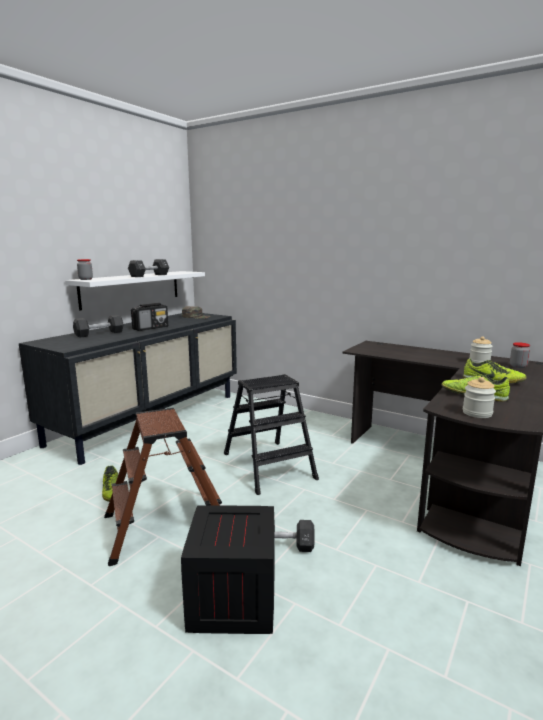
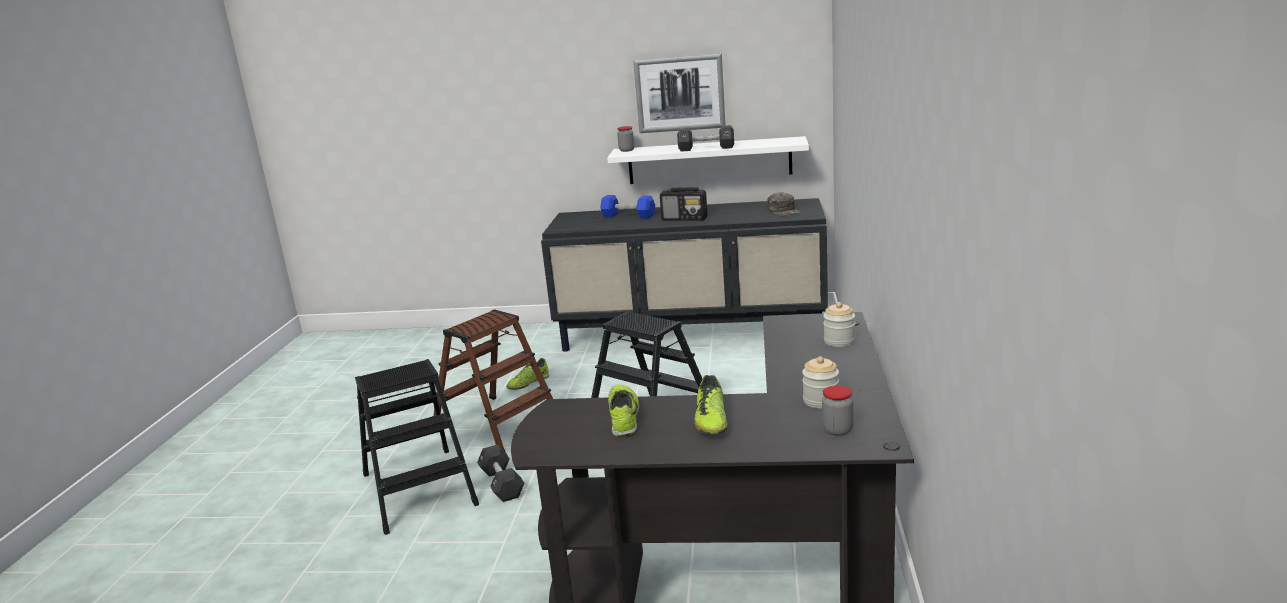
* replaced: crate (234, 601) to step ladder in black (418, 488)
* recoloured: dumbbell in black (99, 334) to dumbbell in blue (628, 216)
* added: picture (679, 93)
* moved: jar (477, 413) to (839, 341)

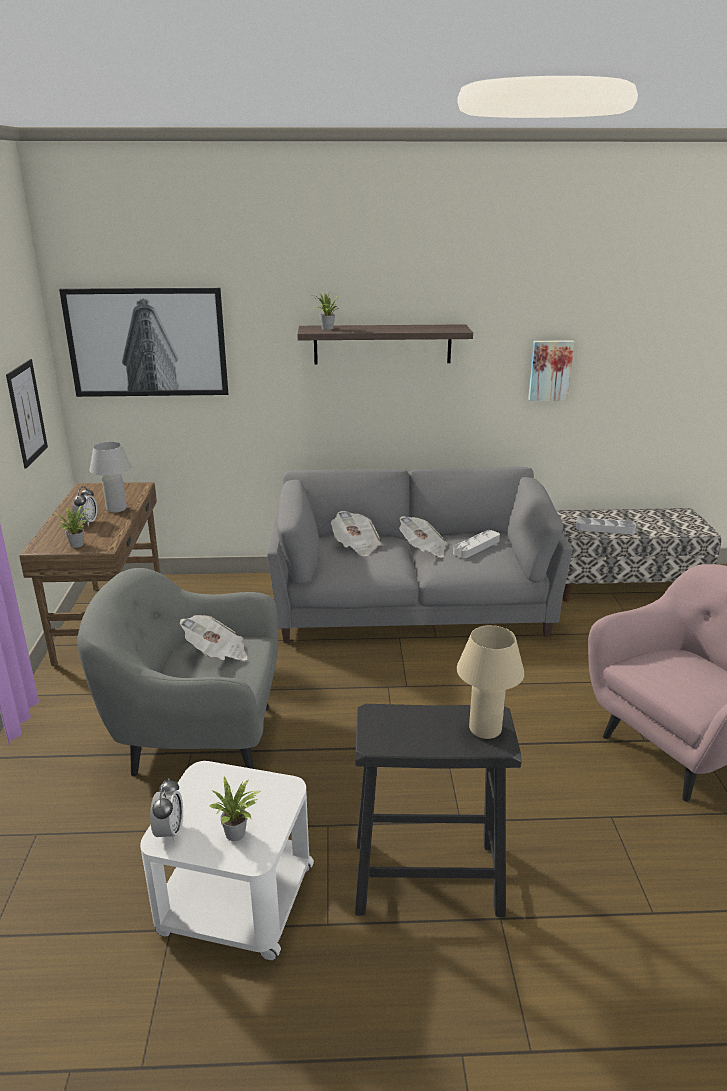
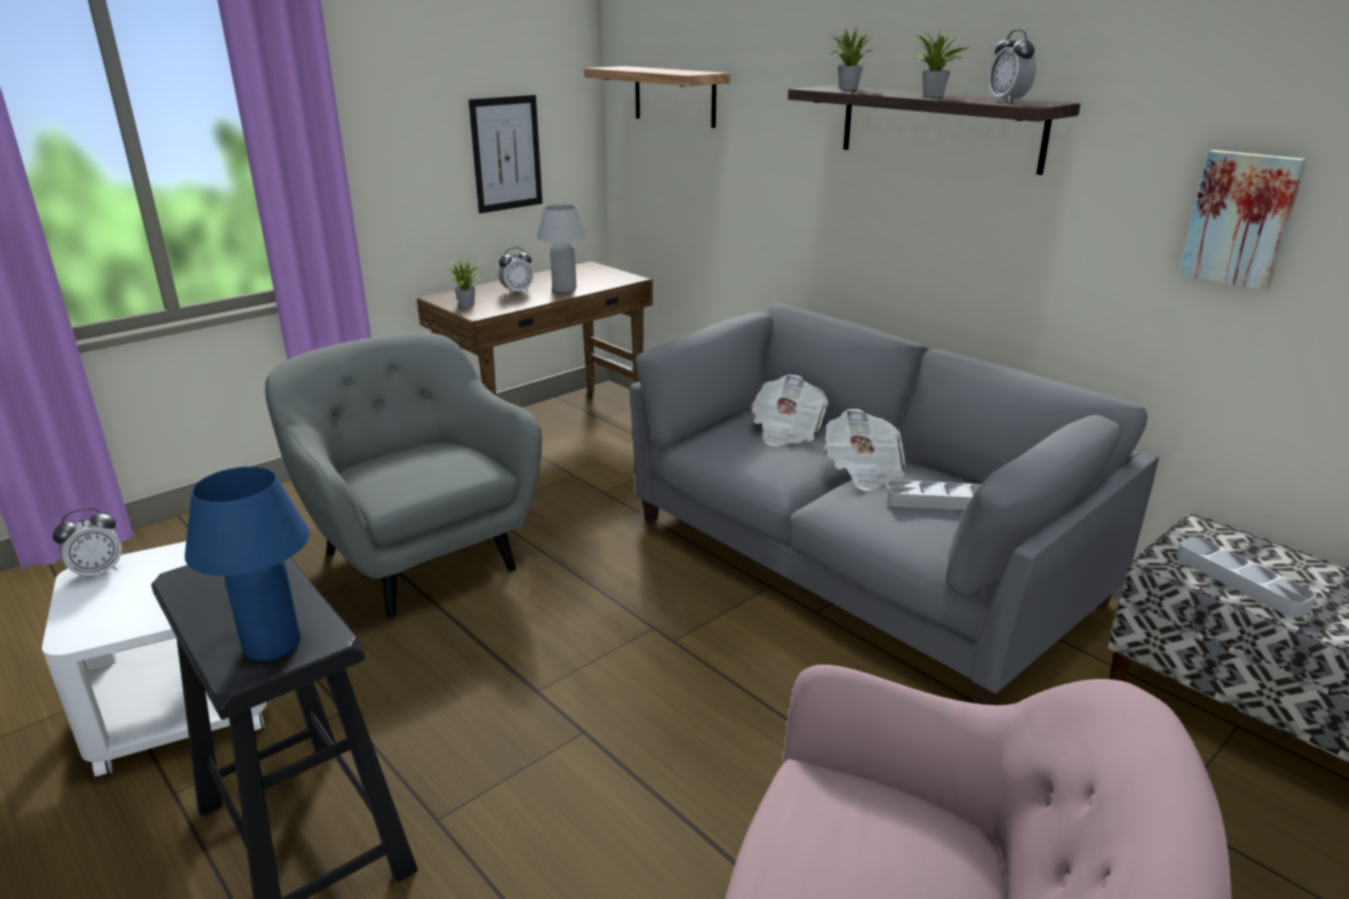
* recoloured: table lamp in beige (485, 729) to table lamp in blue (272, 645)
* replaced: picture (147, 342) to shelf (674, 96)
* moved: potted plant (238, 834) to (935, 96)
* added: alarm clock (1007, 101)
* removed: newspaper (217, 653)

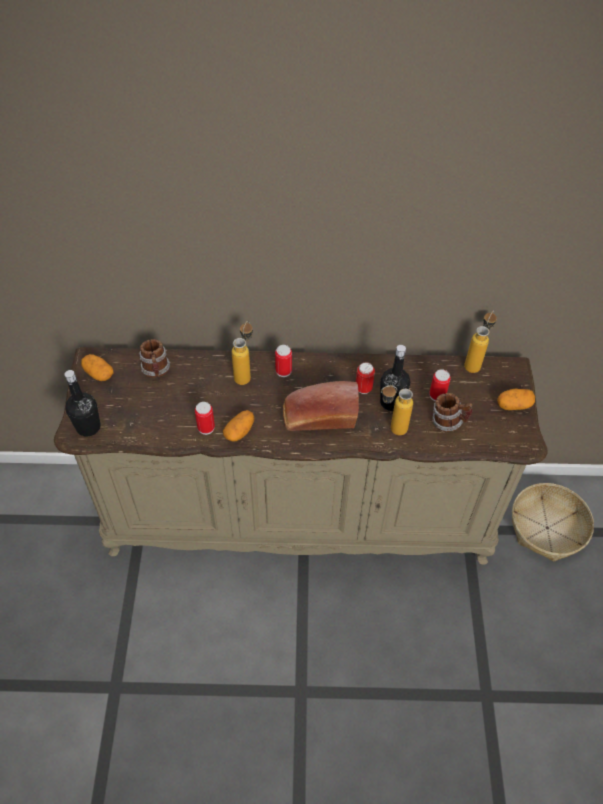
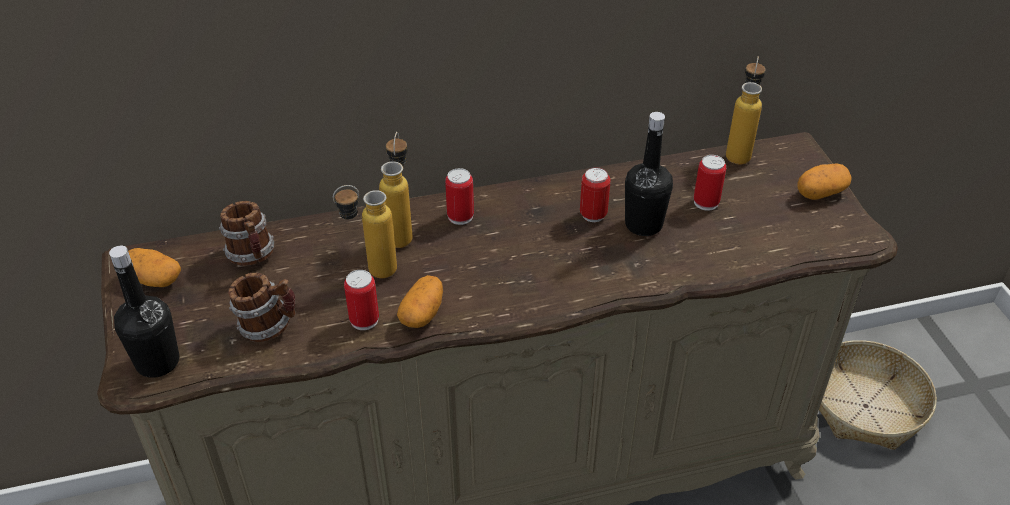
* moved: mug (448, 422) to (268, 327)
* moved: bottle (391, 429) to (371, 272)
* removed: bread (318, 417)

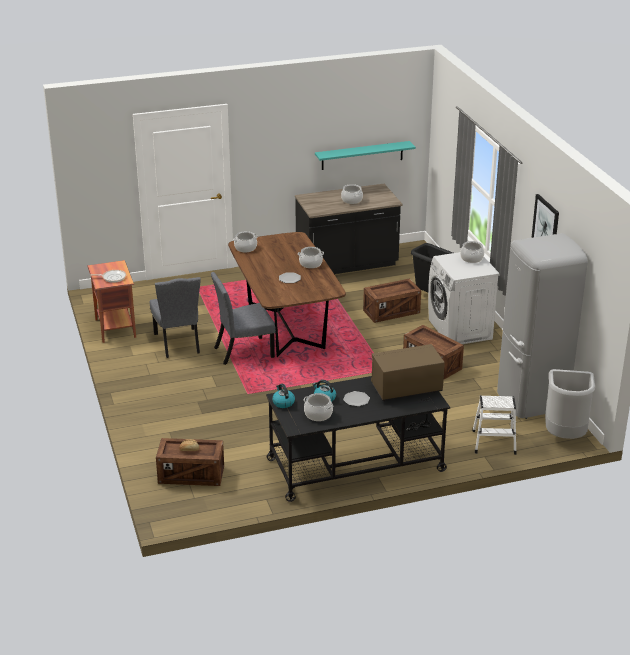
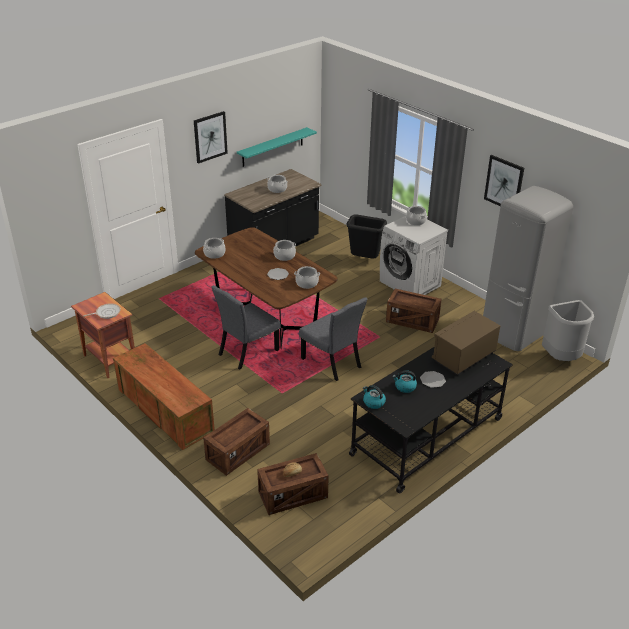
* added: bench in brown (163, 410)
* added: picture (210, 137)
* moved: crate (391, 312) to (238, 452)
* moved: cooking pot (318, 414) to (307, 283)
* moved: chair in grey (178, 342) to (331, 361)
* removed: step ladder in white (493, 441)

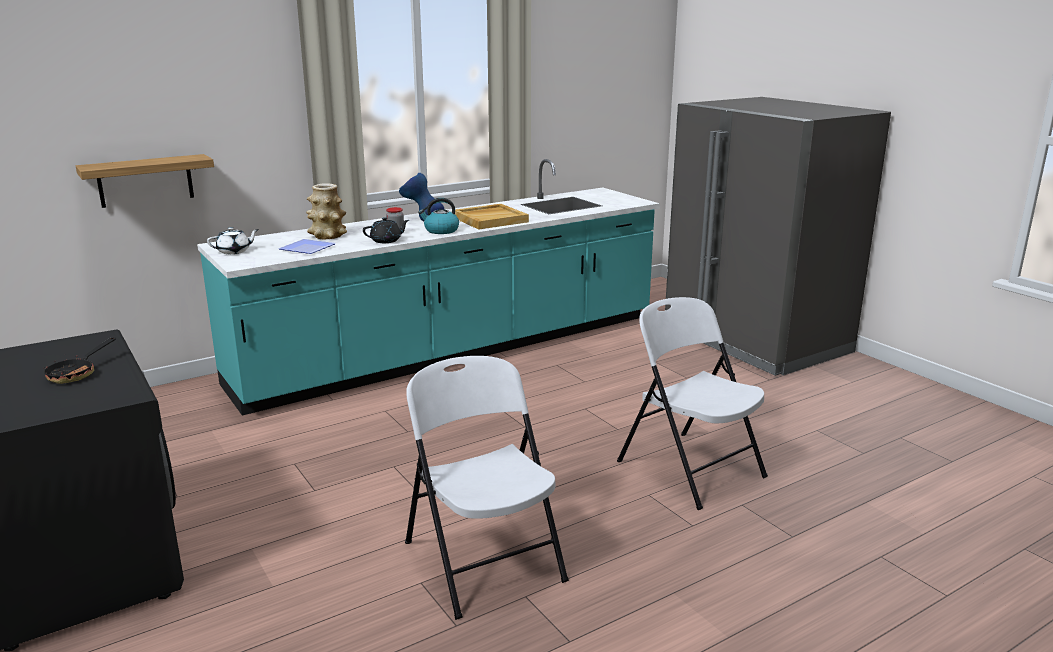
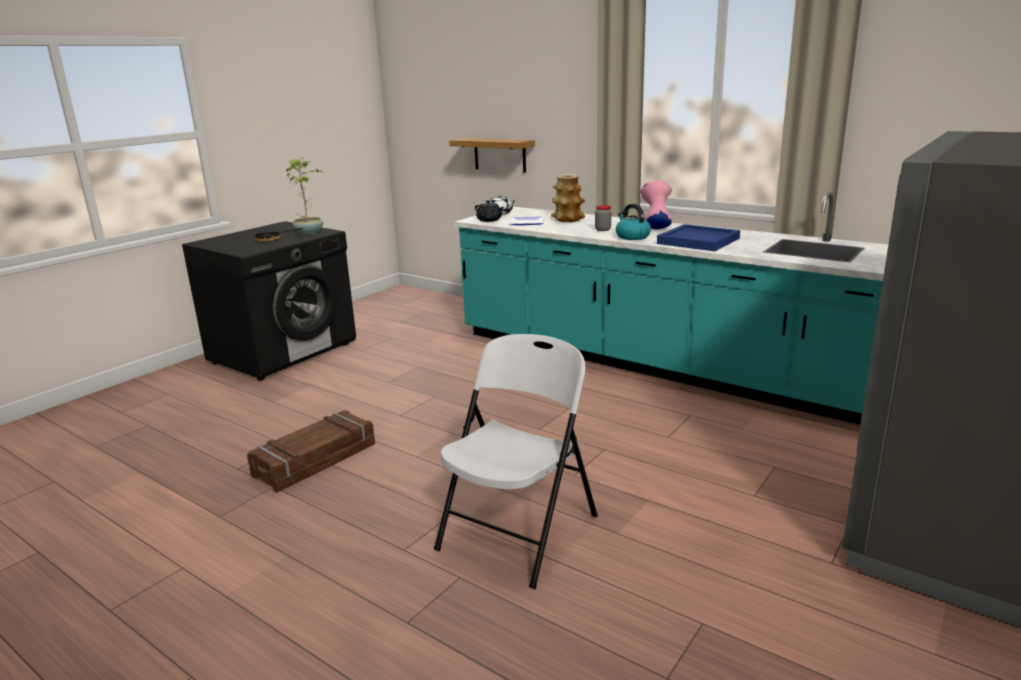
* replaced: chair in white (484, 561) to crate (316, 460)
* added: potted plant (309, 233)
* moved: teapot in black (386, 241) to (489, 220)
* recoloured: vase in blue (422, 220) to vase in pink (655, 228)
* recoloured: tray in beige (490, 219) to tray in blue (699, 241)

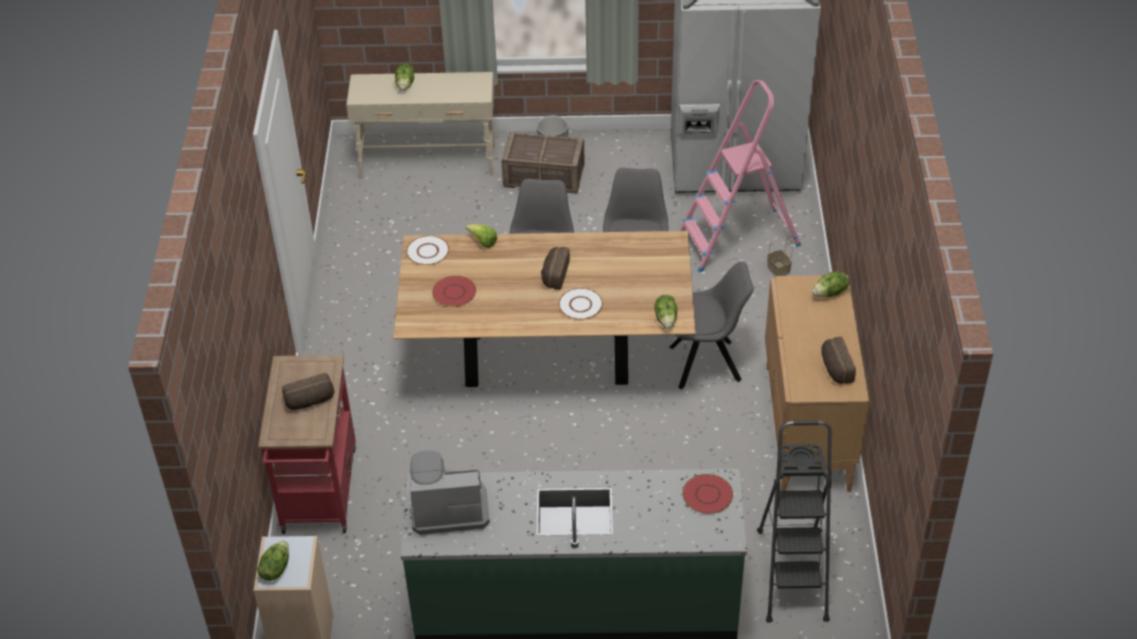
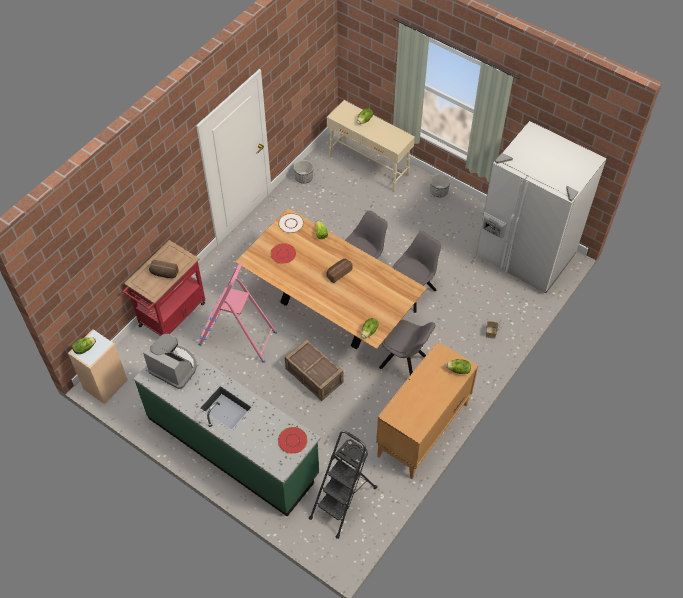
* moved: step ladder in pink (737, 240) to (237, 338)
* moved: crate (544, 176) to (314, 376)
* added: planter (304, 178)
* removed: plate in white (580, 304)
* removed: bread (835, 368)

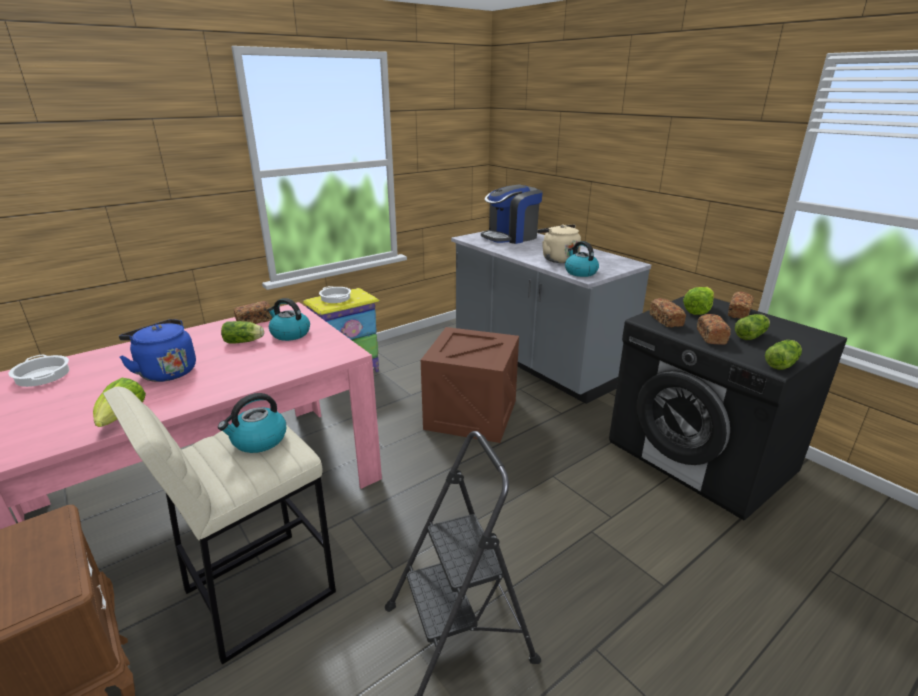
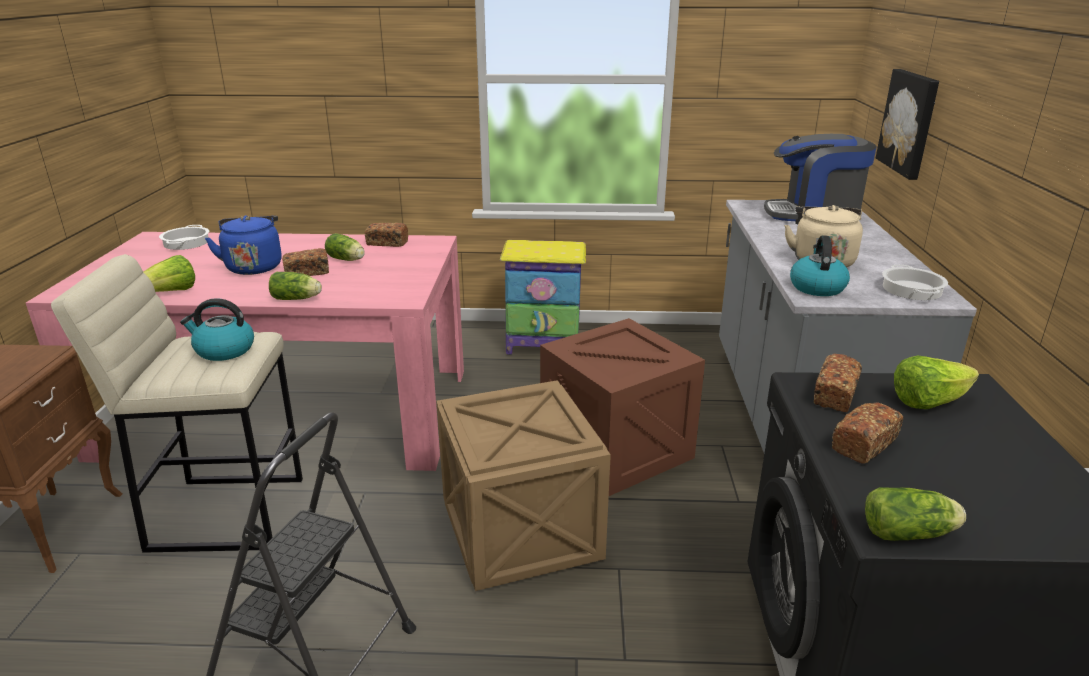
* moved: lettuce (751, 335) to (297, 299)
* moved: bread (739, 313) to (307, 273)
* added: crate (519, 528)
* added: picture (910, 122)
* moved: cooking pot (335, 298) to (911, 289)
* removed: kettle (290, 334)

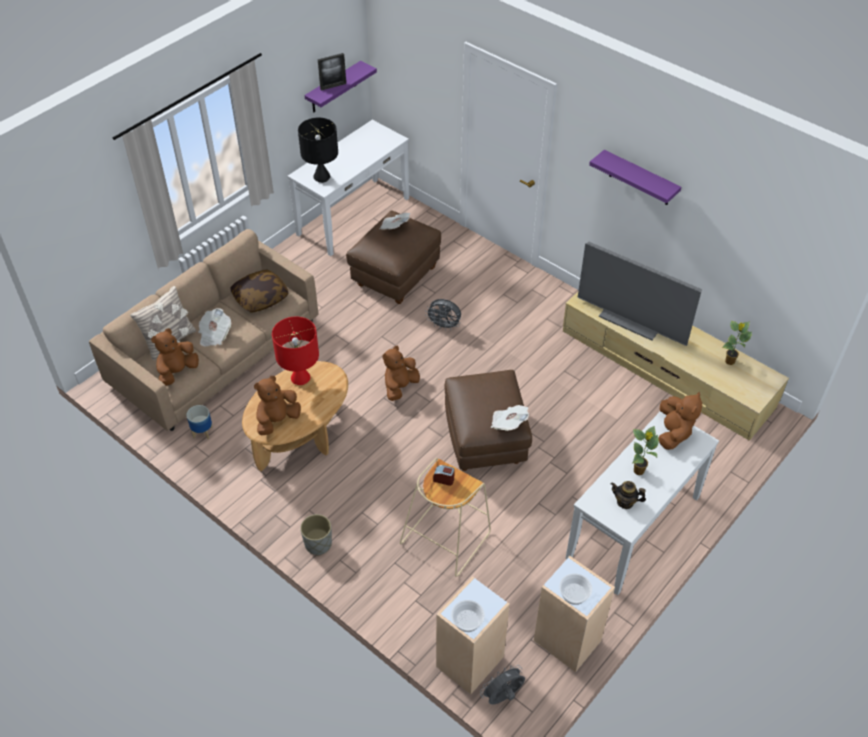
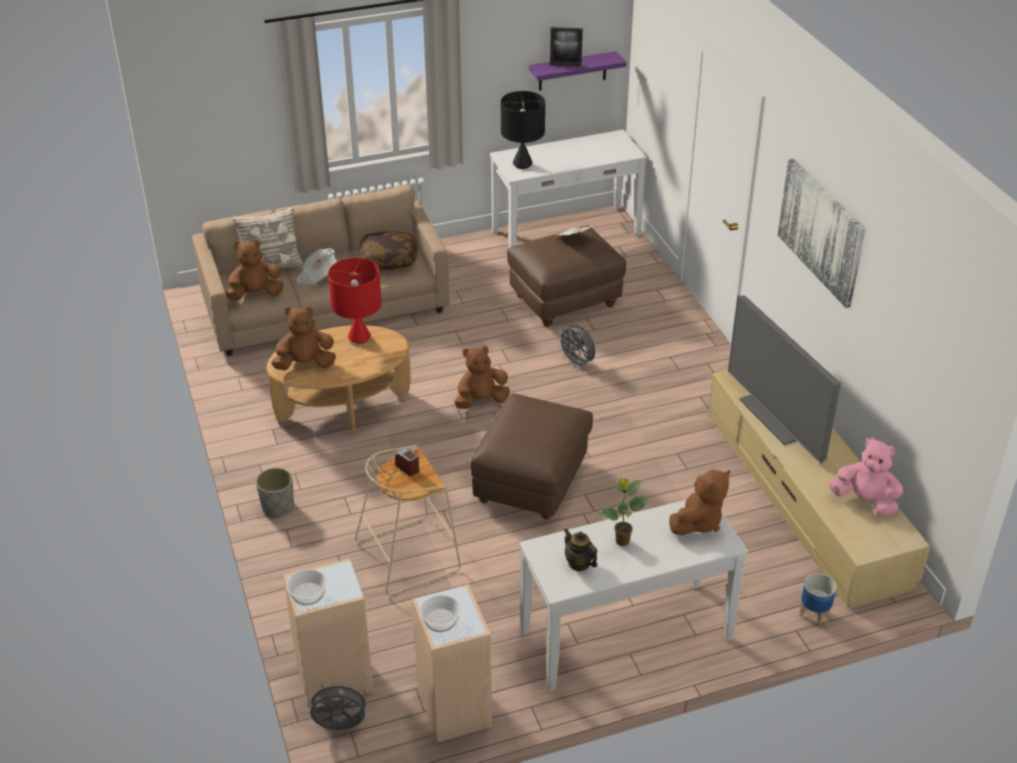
* replaced: shelf in purple (640, 179) to picture (821, 231)
* moved: planter (202, 432) to (814, 613)
* replaced: potted plant (729, 362) to plush toy in pink (865, 501)
* removed: newspaper (508, 423)

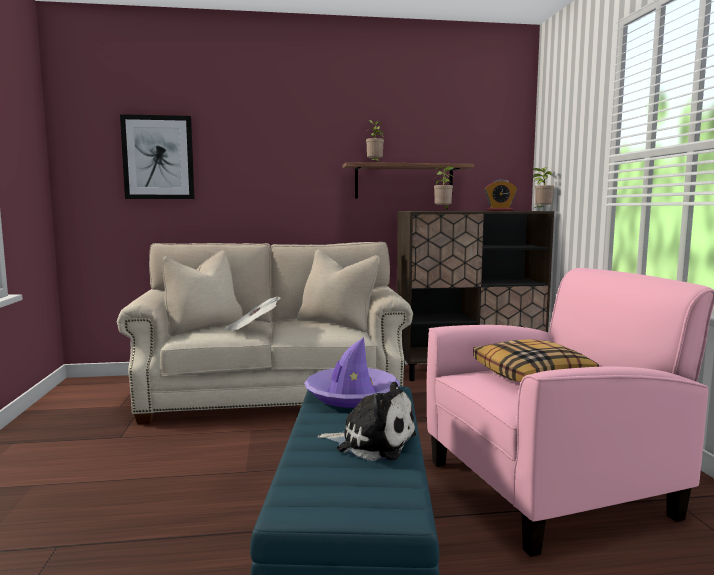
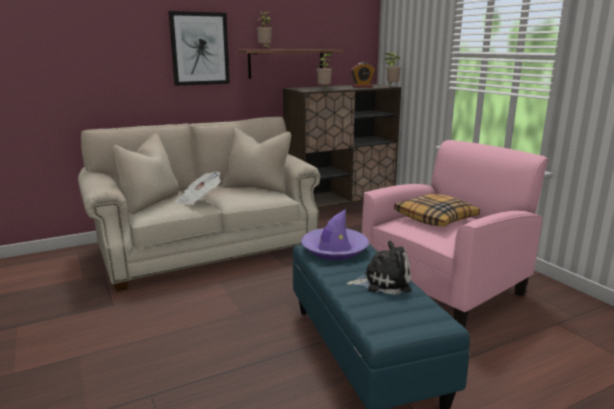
* moved: picture (158, 157) to (200, 49)

